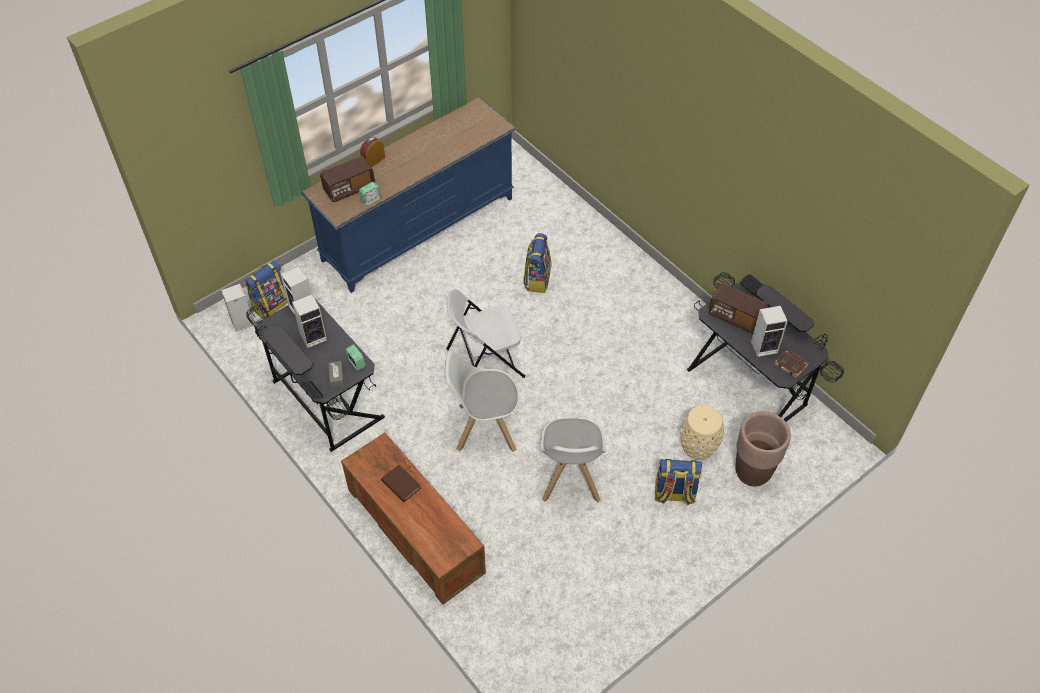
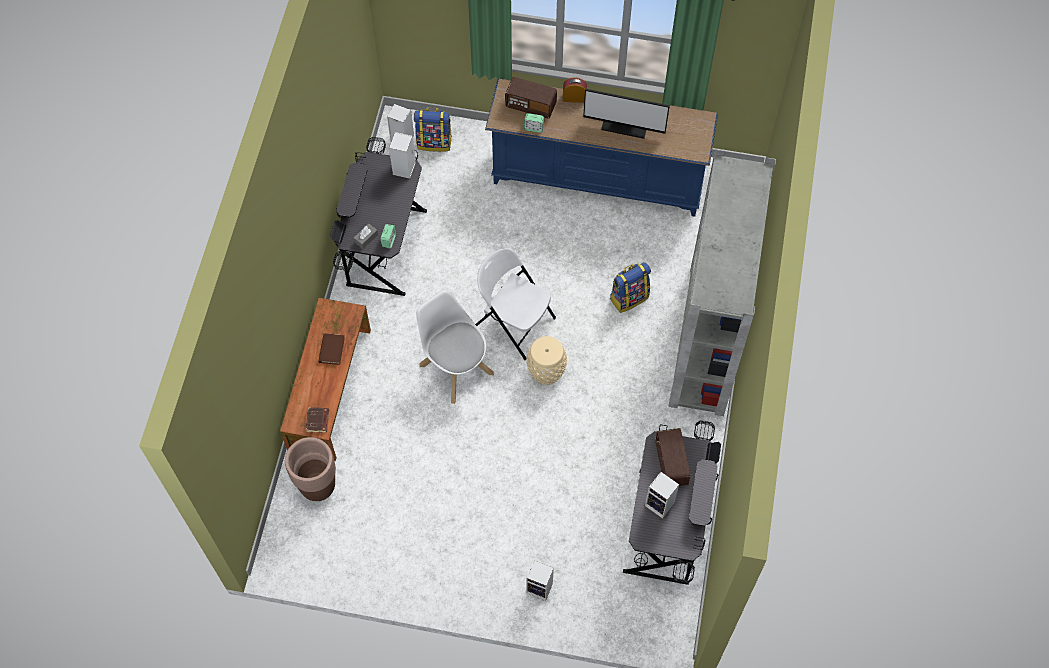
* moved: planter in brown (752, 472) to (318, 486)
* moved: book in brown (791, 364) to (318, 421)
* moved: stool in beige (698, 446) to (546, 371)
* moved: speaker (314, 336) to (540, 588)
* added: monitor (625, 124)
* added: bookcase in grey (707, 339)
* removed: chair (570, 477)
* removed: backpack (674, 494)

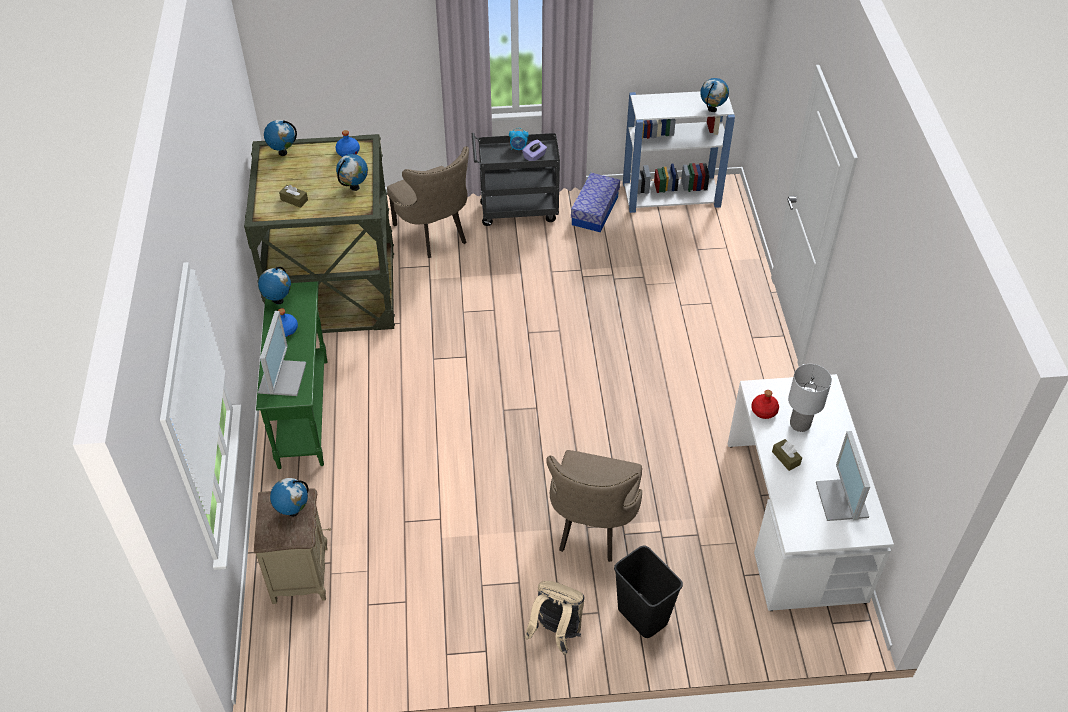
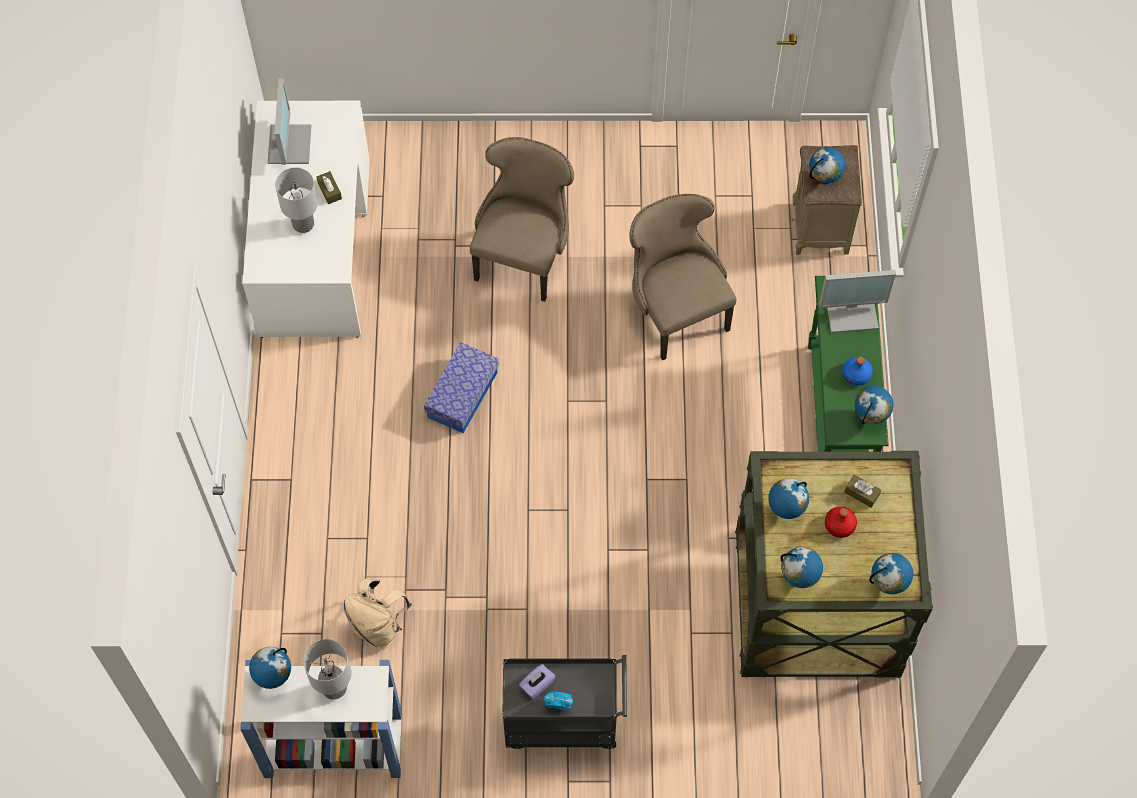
* added: table lamp in grey (334, 689)
* moved: backpack in beige (556, 633) to (378, 626)
* moved: storage box (595, 211) to (462, 394)
* moved: chair in beige (434, 234) to (675, 310)
* replaced: bottle in blue (348, 152) to globe (799, 578)
* turned: monitor (281, 377) = (852, 311) 105 degrees counterclockwise
* moved: bottle in red (763, 410) to (840, 525)
* removed: trash can in black (641, 616)

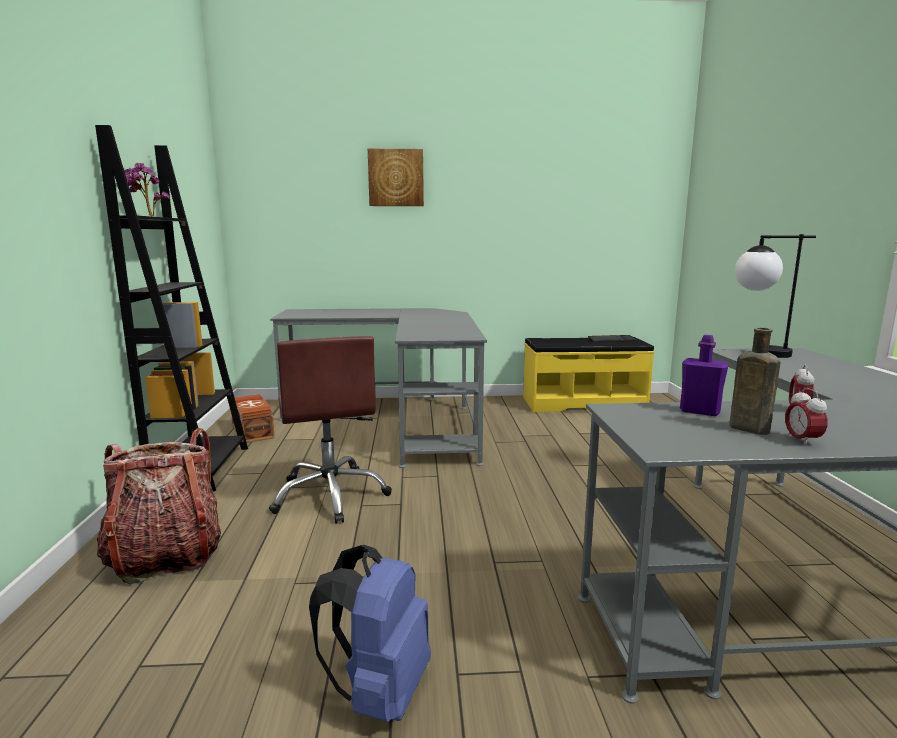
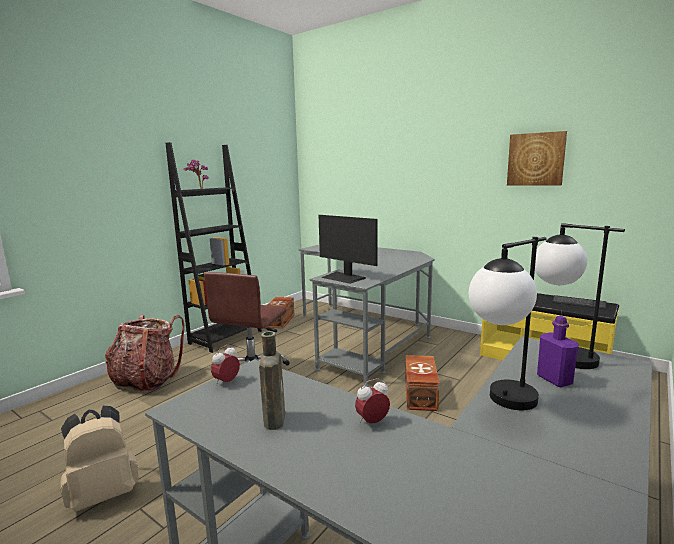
* recoloured: backpack in blue (379, 691) to backpack in beige (104, 494)
* moved: alarm clock (802, 441) to (226, 382)
* added: monitor (344, 277)
* added: storage box in brown (419, 394)
* added: table lamp (502, 404)
* moved: picture (396, 178) to (536, 159)
* moved: bottle in purple (699, 411) to (554, 380)

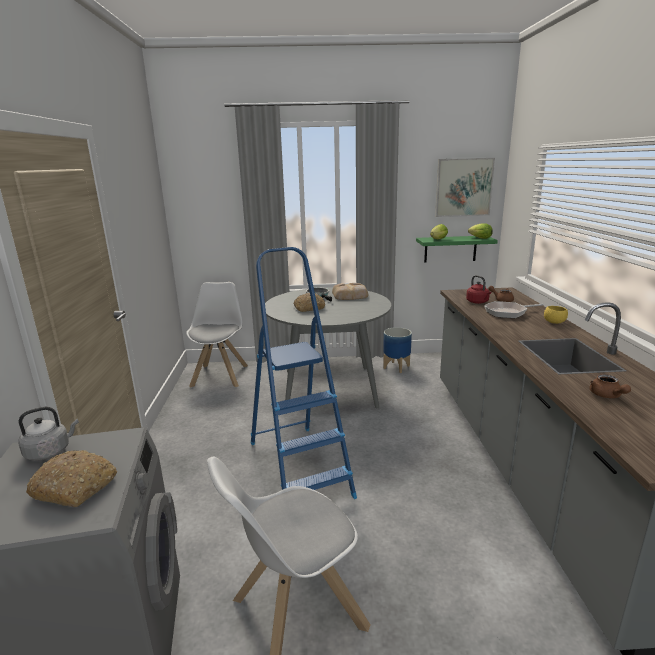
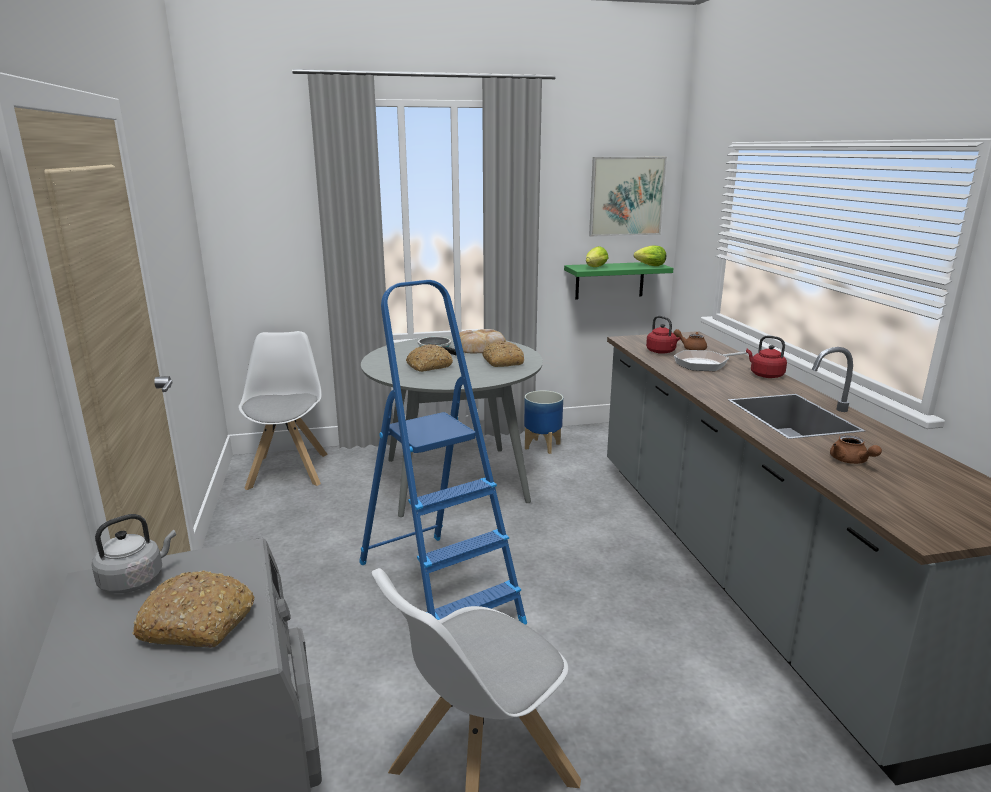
* added: bread (502, 362)
* replaced: bowl in yellow (554, 322) to kettle in red (765, 375)

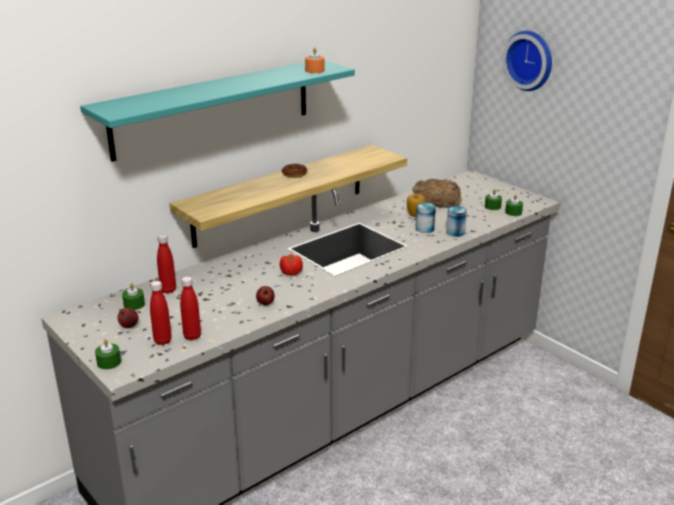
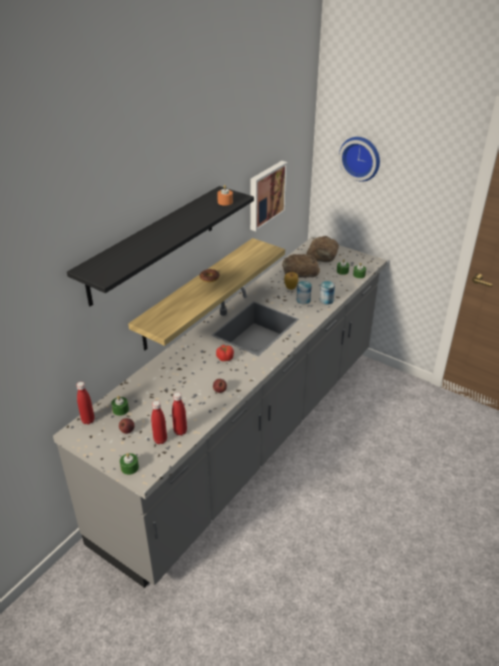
* recoloured: shelf in turquoise (213, 108) to shelf in black (153, 244)
* moved: bottle in red (168, 290) to (88, 420)
* added: picture (266, 195)
* added: bread (323, 254)

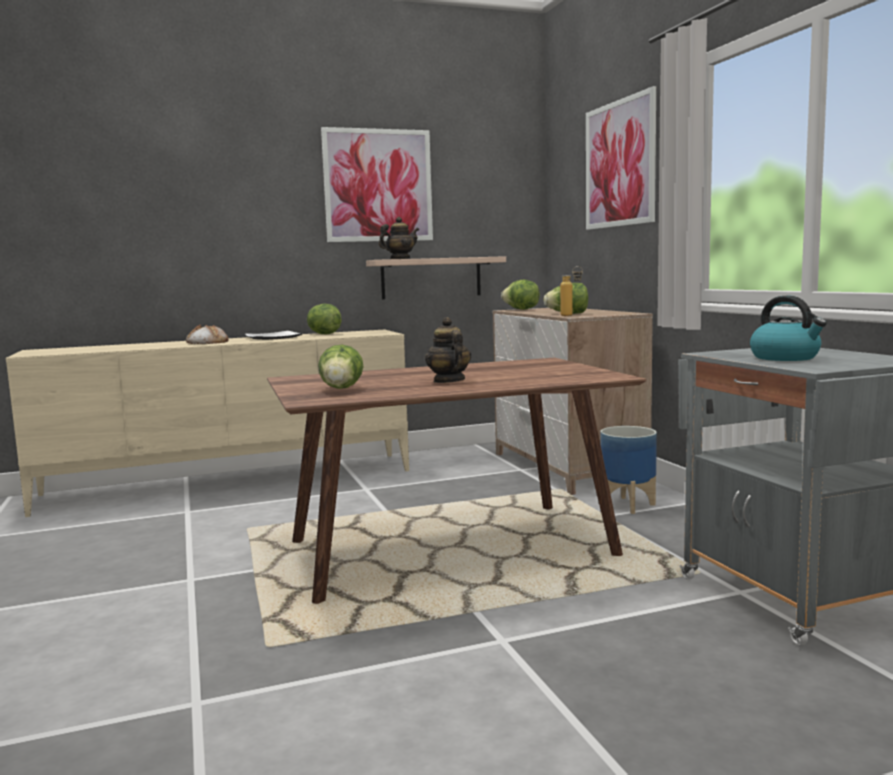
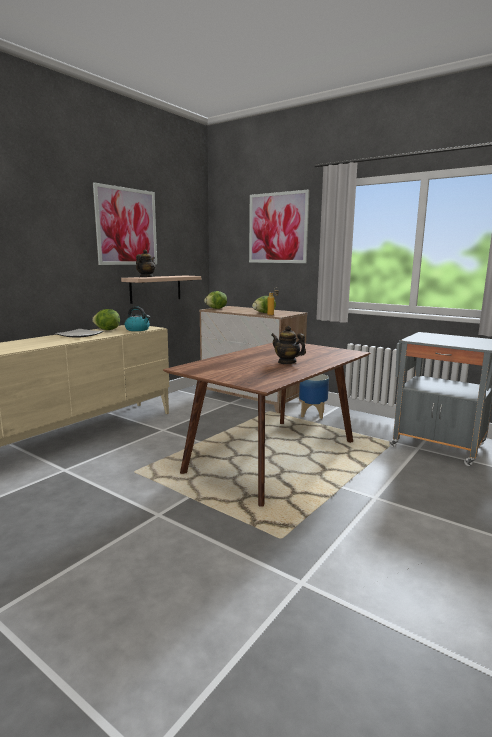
* moved: kettle (786, 358) to (138, 329)
* removed: bread (206, 342)
* removed: lettuce (341, 389)

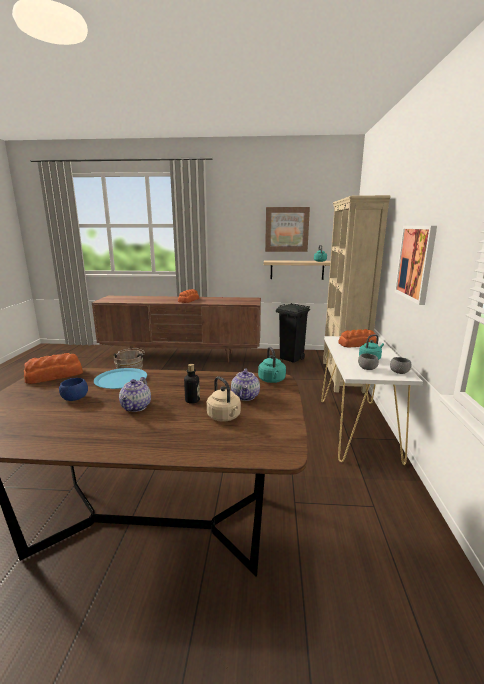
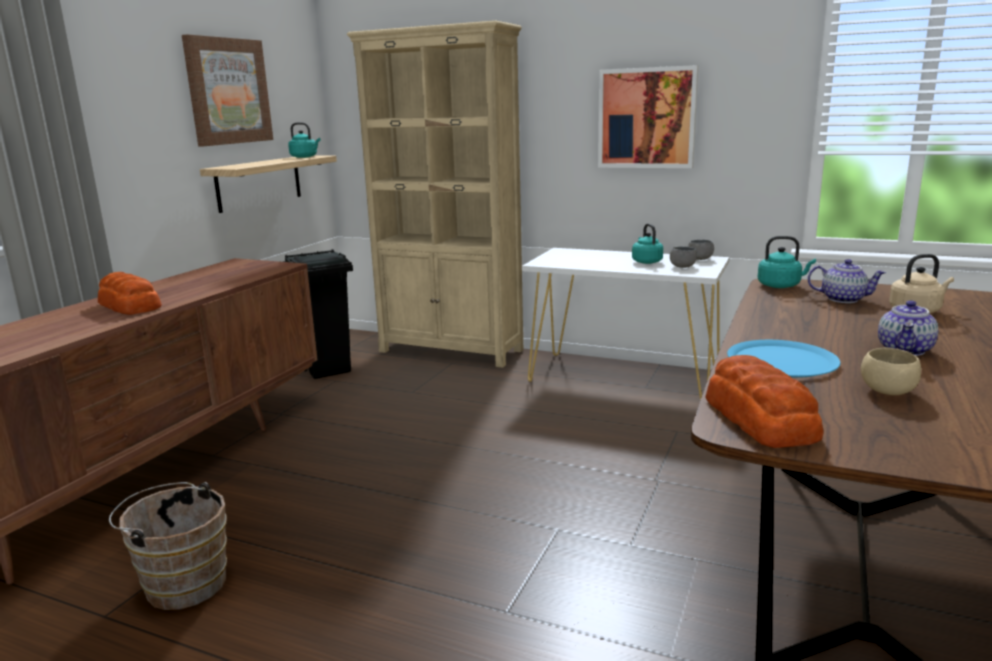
* recoloured: bowl in blue (75, 398) to bowl in beige (887, 391)
* turned: teapot (136, 407) = (905, 350) 90 degrees clockwise
* removed: bottle (192, 400)
* removed: bread (357, 344)

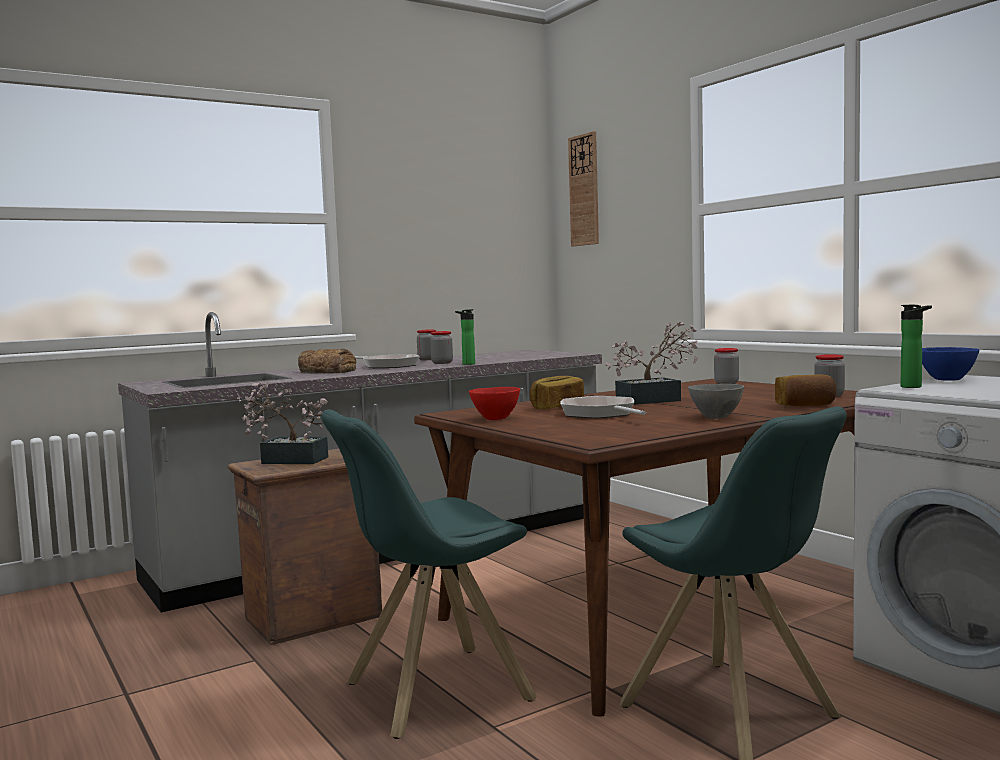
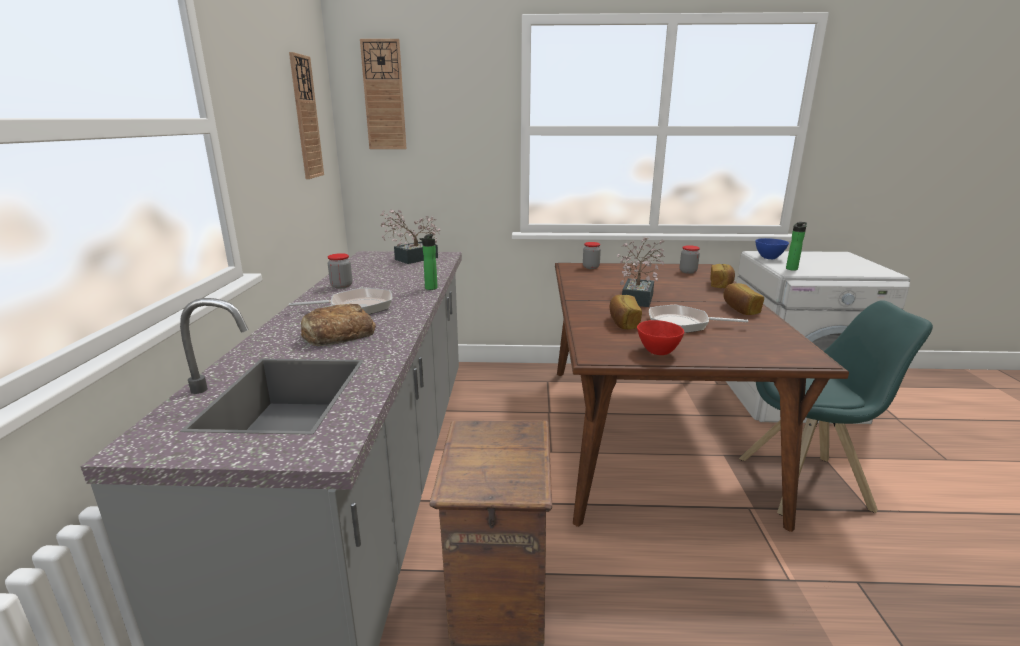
* added: wall clock (306, 118)
* moved: potted plant (288, 460) to (412, 259)
* replaced: bowl in grey (716, 417) to bread (740, 309)
* removed: chair in turquoise (436, 690)
* removed: jar (442, 363)

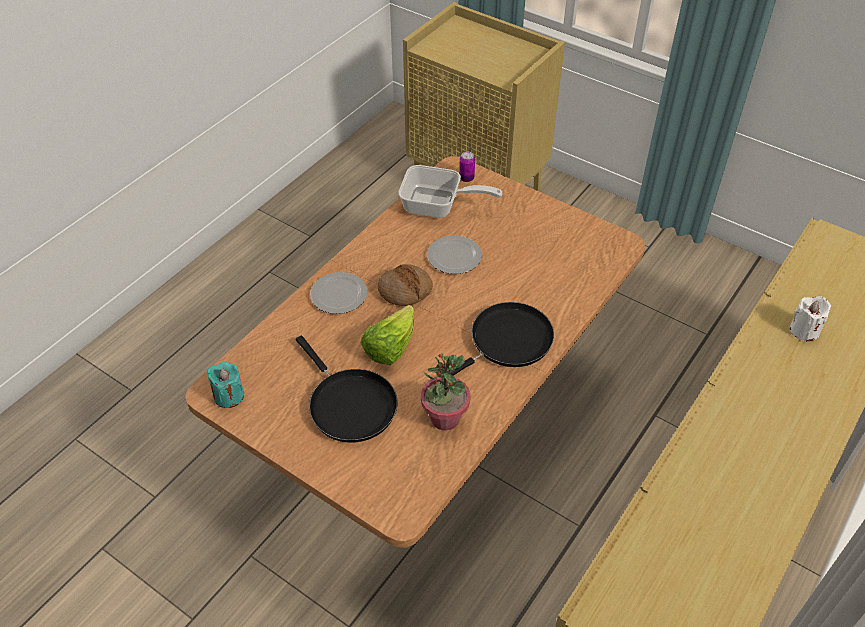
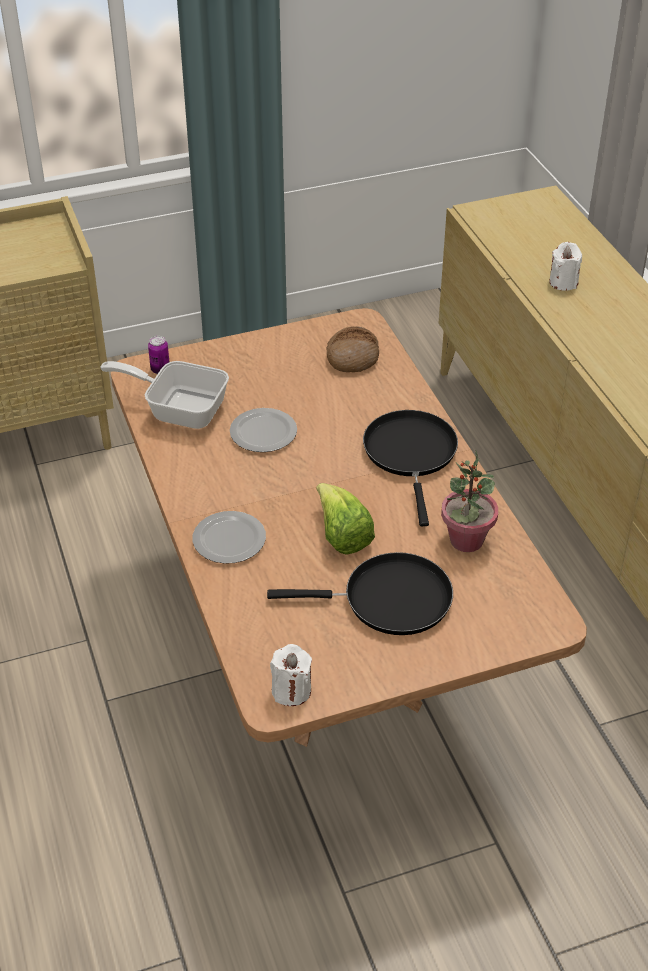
* turned: frying pan (438, 206) = (179, 408) 120 degrees counterclockwise
* recoloured: candle in turquoise (229, 396) to candle in white (291, 691)
* moved: bread (405, 290) to (352, 357)

